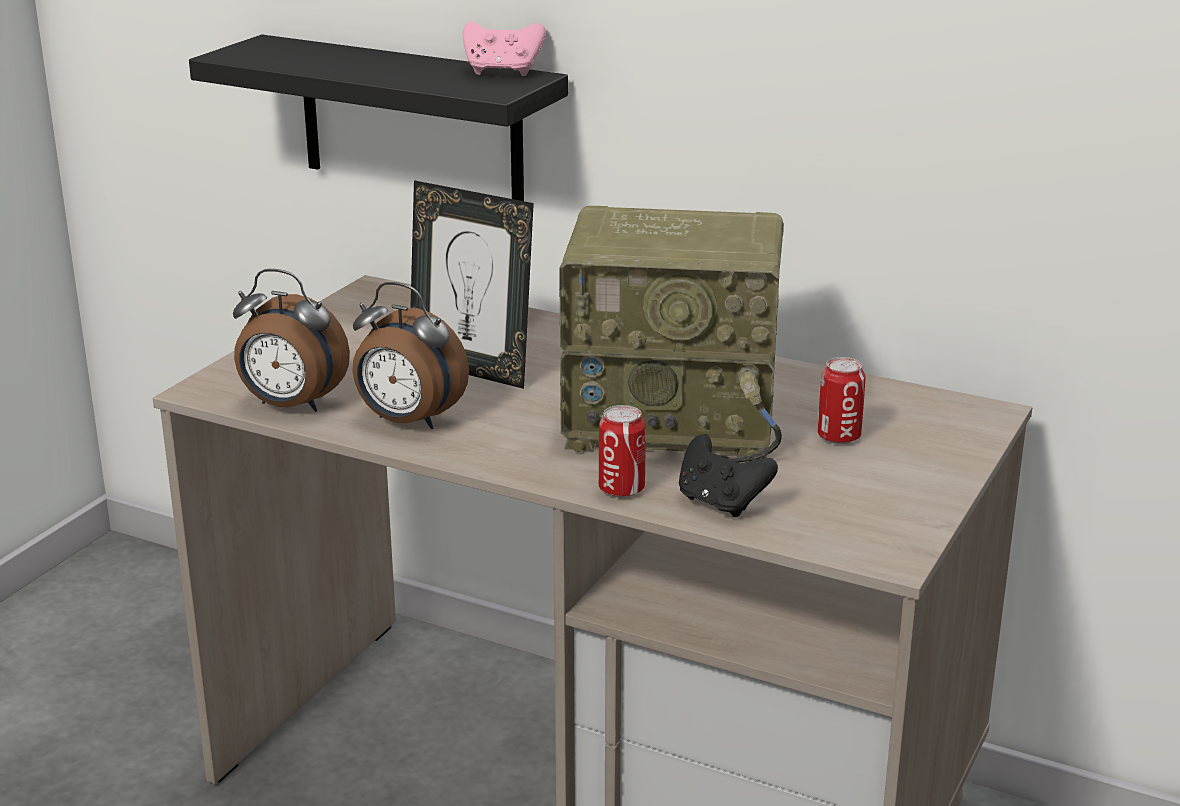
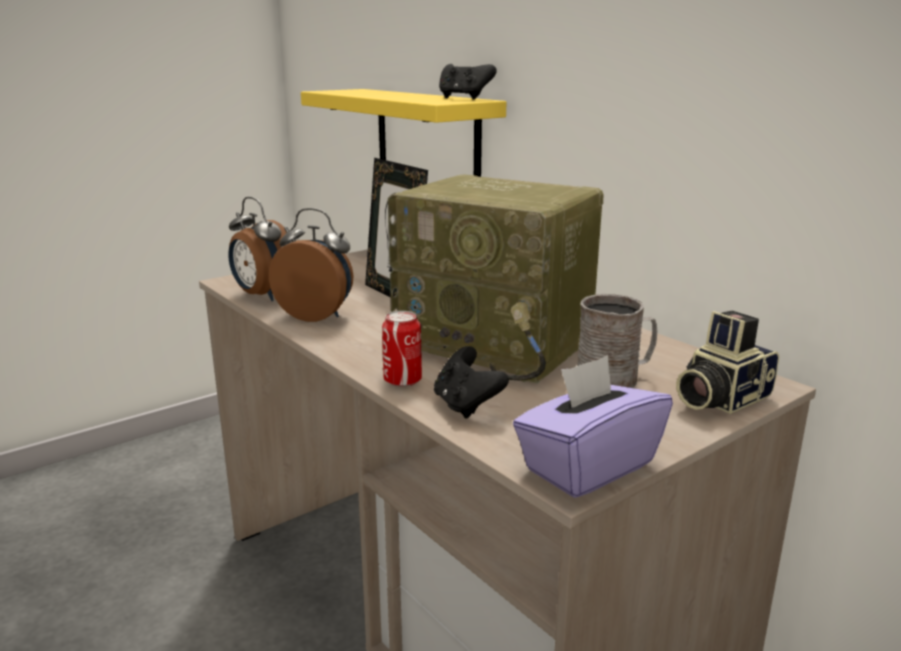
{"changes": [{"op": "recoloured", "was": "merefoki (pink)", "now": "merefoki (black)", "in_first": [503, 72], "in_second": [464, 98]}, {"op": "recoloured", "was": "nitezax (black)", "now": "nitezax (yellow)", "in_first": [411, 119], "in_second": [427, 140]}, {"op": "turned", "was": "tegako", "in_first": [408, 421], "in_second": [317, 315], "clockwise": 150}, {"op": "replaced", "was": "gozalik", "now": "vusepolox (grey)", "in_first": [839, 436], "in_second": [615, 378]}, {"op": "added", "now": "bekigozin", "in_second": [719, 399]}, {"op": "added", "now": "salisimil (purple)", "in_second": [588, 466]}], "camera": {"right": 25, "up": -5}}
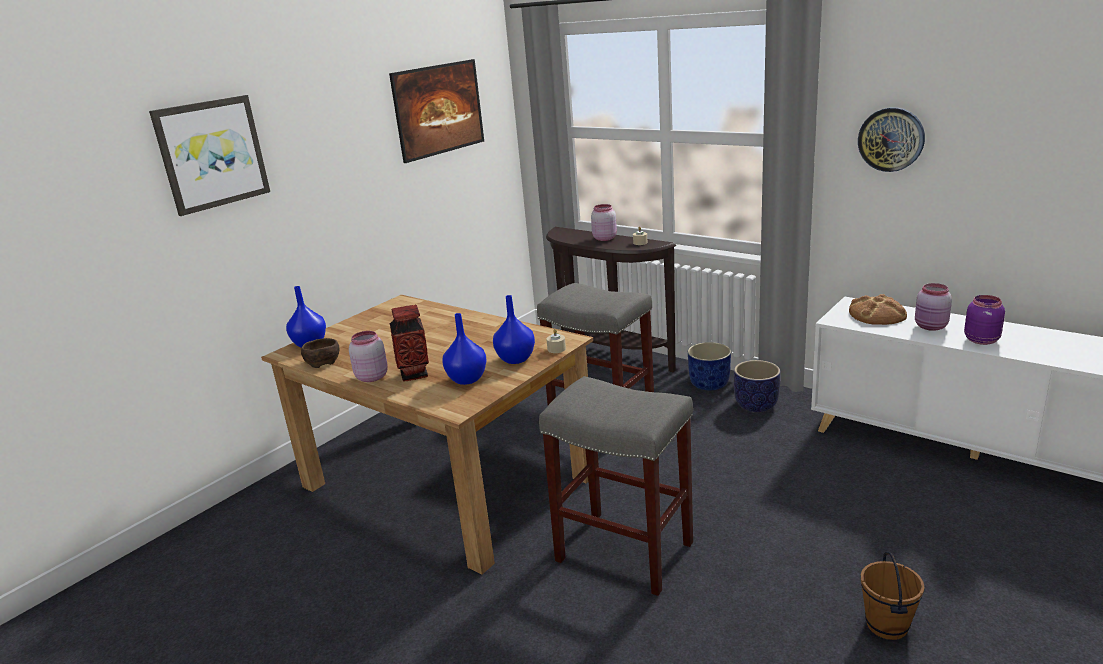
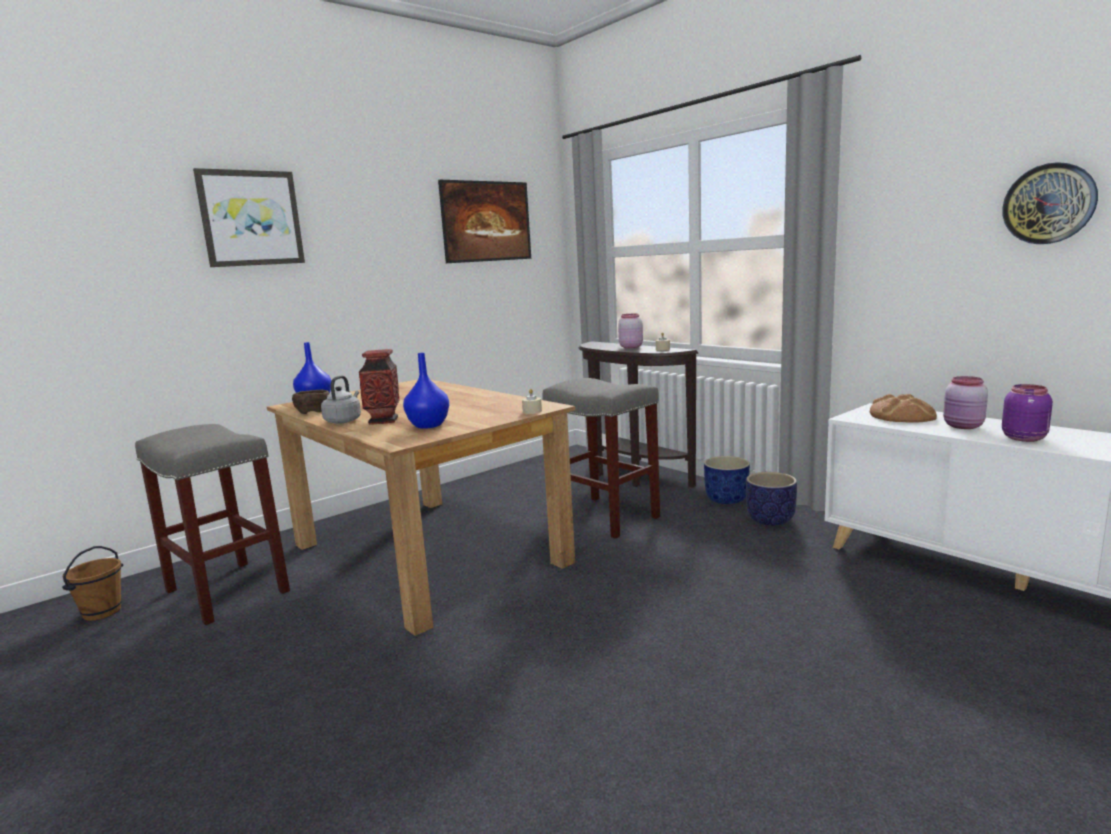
{"changes": [{"op": "moved", "was": "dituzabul", "in_first": [891, 139], "in_second": [1049, 204]}, {"op": "removed", "was": "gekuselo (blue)", "in_first": [516, 359]}, {"op": "replaced", "was": "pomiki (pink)", "now": "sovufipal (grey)", "in_first": [371, 377], "in_second": [344, 420]}, {"op": "moved", "was": "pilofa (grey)", "in_first": [622, 552], "in_second": [225, 591]}, {"op": "moved", "was": "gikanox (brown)", "in_first": [887, 625], "in_second": [103, 612]}], "camera": {"right": 10, "up": -10}}
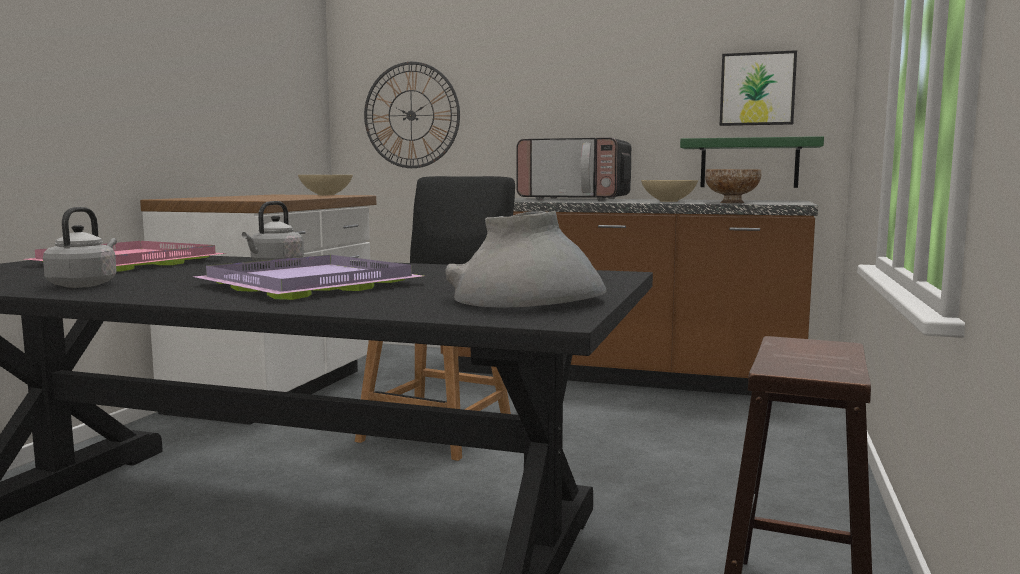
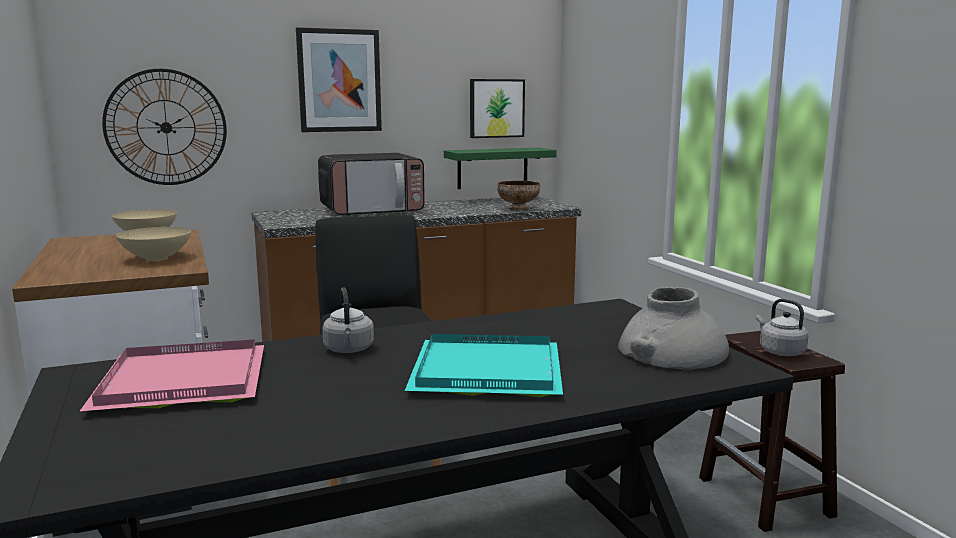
{"changes": [{"op": "moved", "was": "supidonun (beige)", "in_first": [668, 201], "in_second": [156, 258]}, {"op": "moved", "was": "sovufipal (grey)", "in_first": [85, 285], "in_second": [779, 351]}, {"op": "recoloured", "was": "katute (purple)", "now": "katute (turquoise)", "in_first": [308, 285], "in_second": [490, 372]}, {"op": "added", "now": "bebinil", "in_second": [339, 80]}], "camera": {"right": -40, "up": 5}}
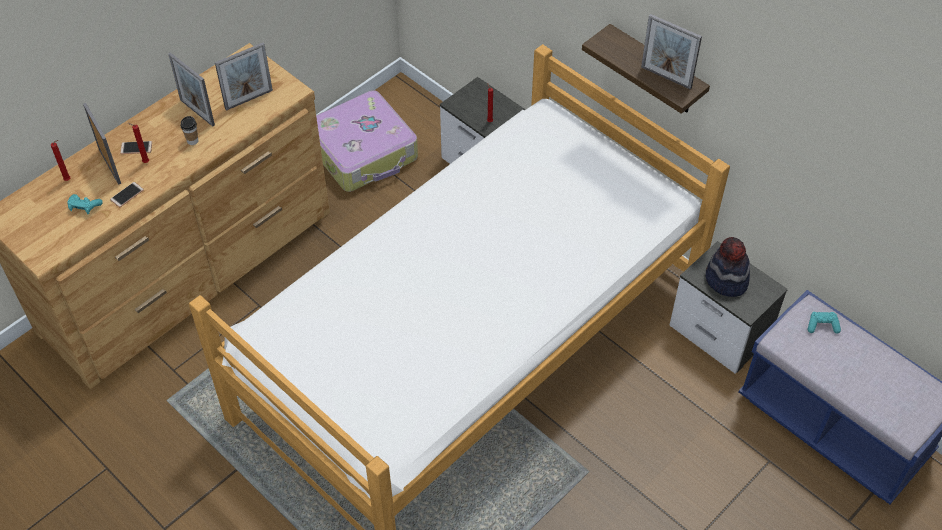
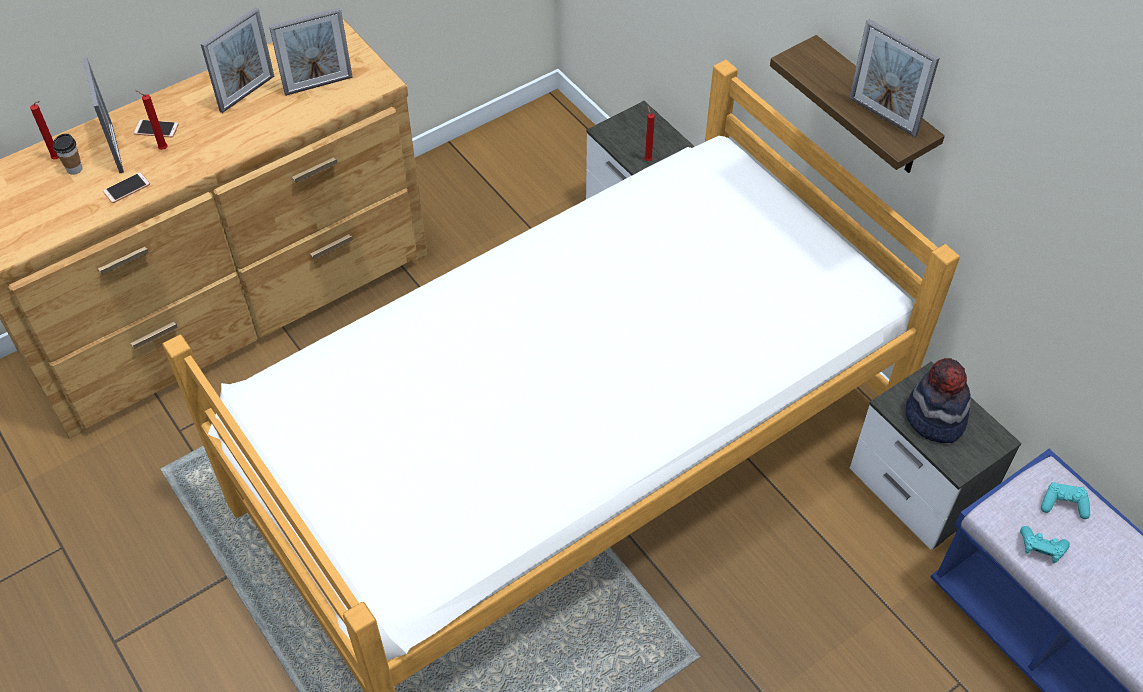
{"changes": [{"op": "turned", "was": "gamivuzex", "in_first": [197, 112], "in_second": [247, 93], "clockwise": -105}, {"op": "removed", "was": "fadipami", "in_first": [363, 152]}, {"op": "moved", "was": "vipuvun", "in_first": [192, 141], "in_second": [74, 169]}, {"op": "moved", "was": "merefoki (turquoise)", "in_first": [84, 207], "in_second": [1041, 548]}], "camera": {"right": 10, "up": 0}}
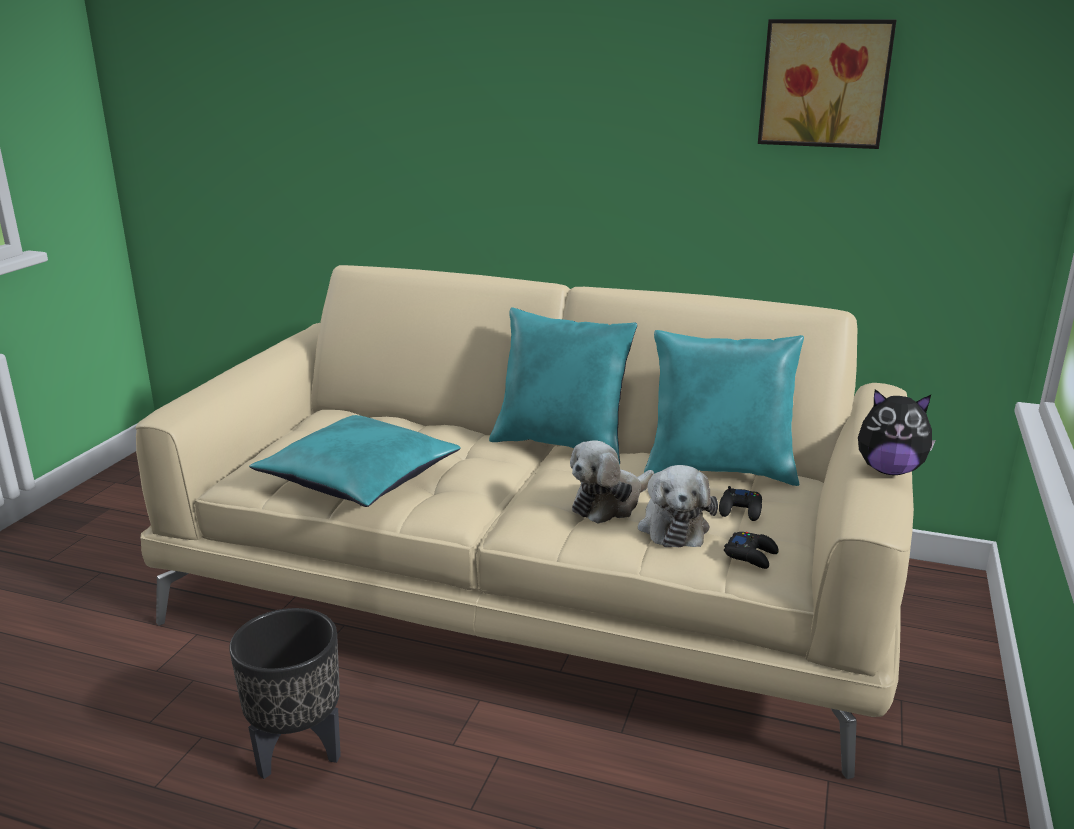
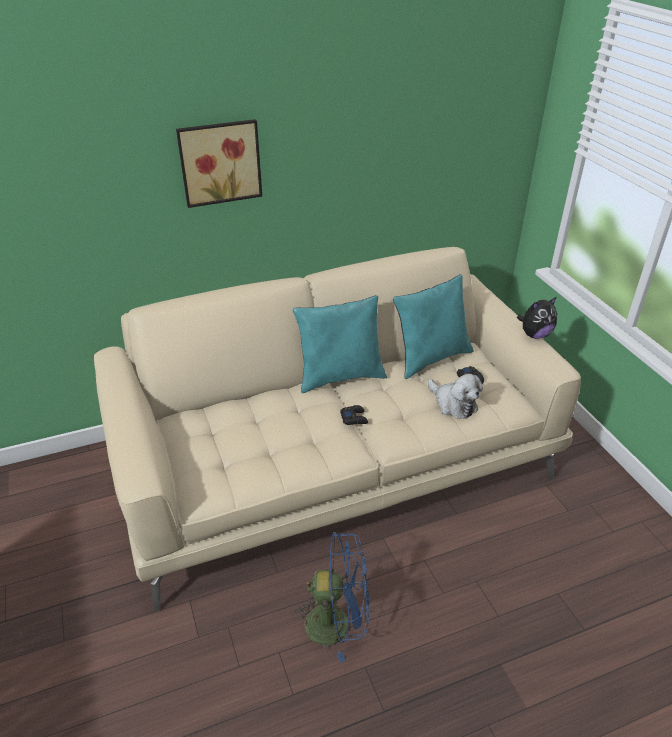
{"changes": [{"op": "moved", "was": "bebinil", "in_first": [824, 83], "in_second": [219, 162]}, {"op": "removed", "was": "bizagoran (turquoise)", "in_first": [361, 479]}, {"op": "removed", "was": "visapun", "in_first": [609, 503]}, {"op": "moved", "was": "merefoki (black)", "in_first": [751, 555], "in_second": [354, 418]}, {"op": "replaced", "was": "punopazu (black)", "now": "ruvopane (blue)", "in_first": [298, 752], "in_second": [337, 623]}], "camera": {"right": -40, "up": 15}}
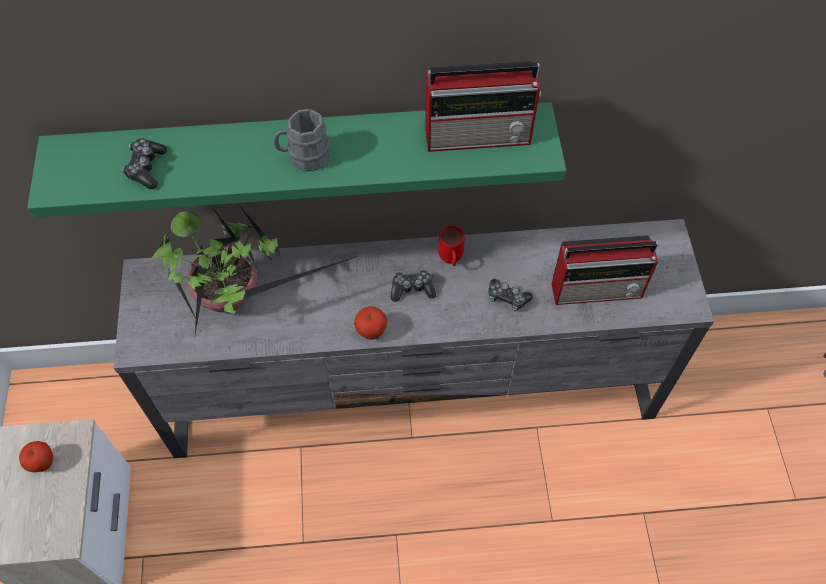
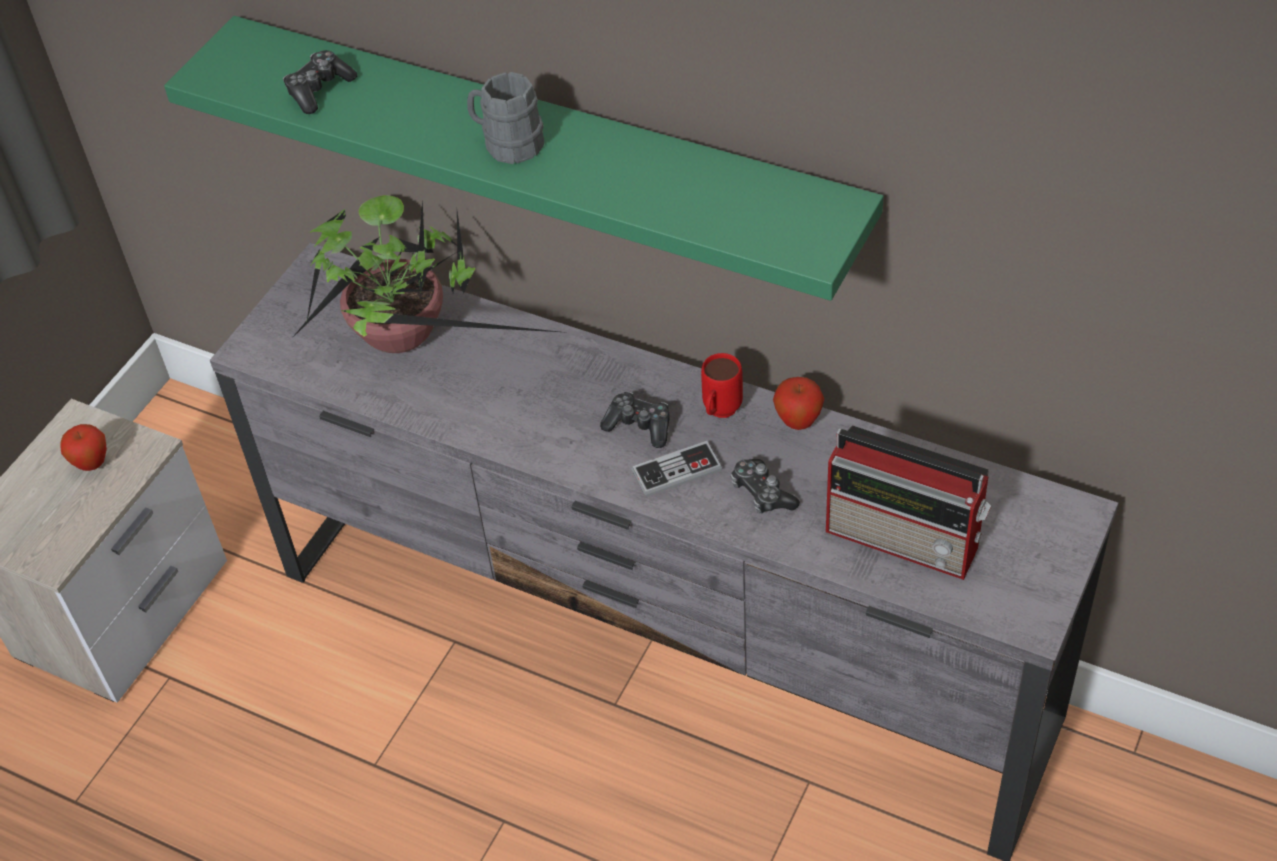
{"changes": [{"op": "removed", "was": "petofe", "in_first": [480, 135]}, {"op": "moved", "was": "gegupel", "in_first": [371, 332], "in_second": [798, 422]}, {"op": "added", "now": "merefoki", "in_second": [677, 471]}], "camera": {"right": 35, "up": -10}}
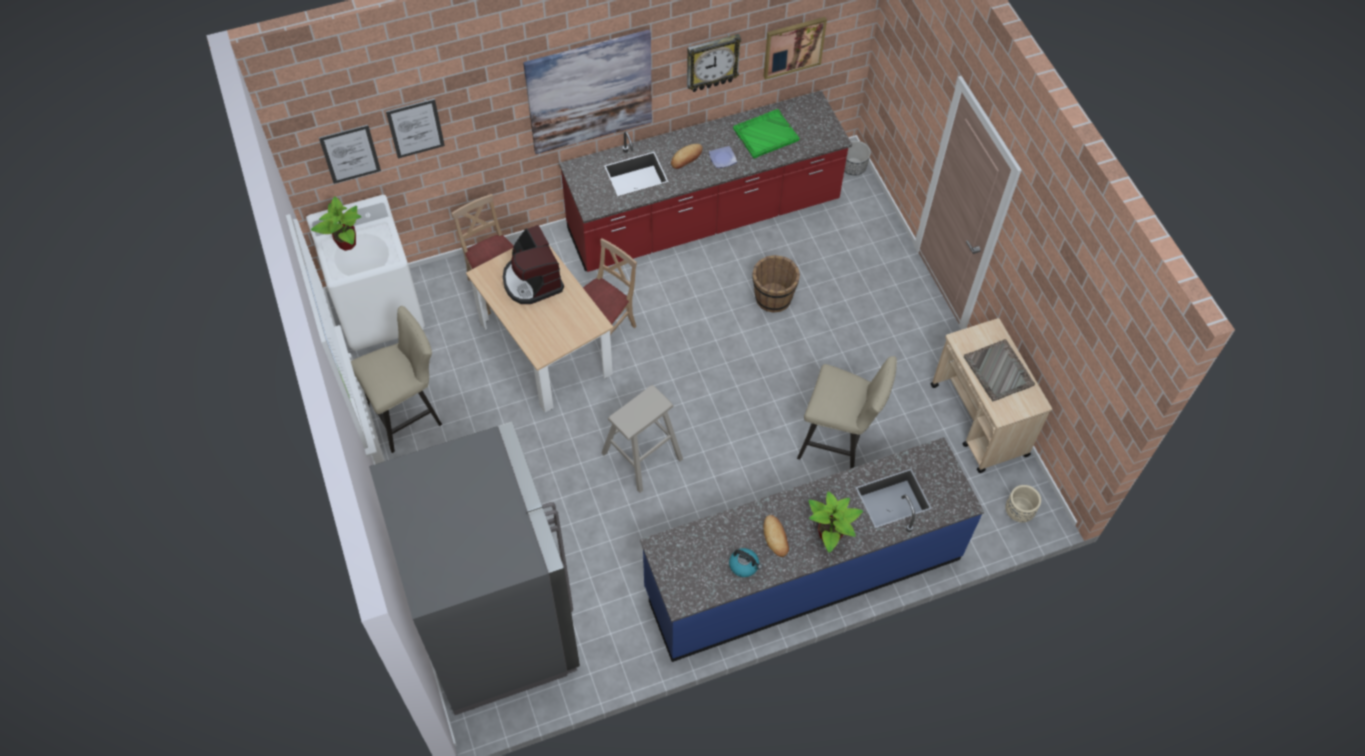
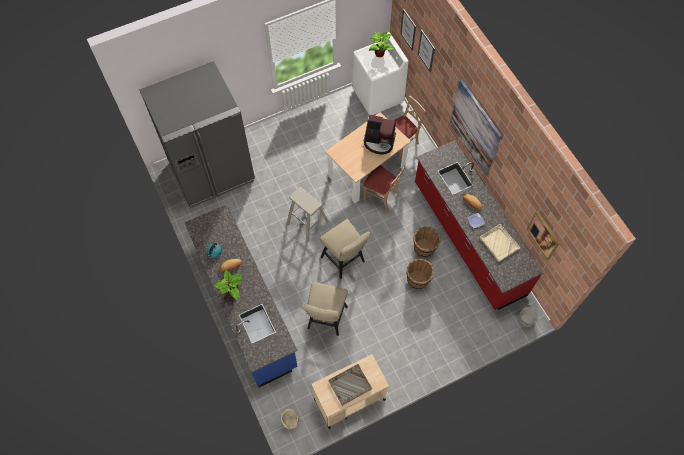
{"changes": [{"op": "removed", "was": "dituzabul", "in_first": [712, 62]}, {"op": "recoloured", "was": "katute (green)", "now": "katute (beige)", "in_first": [765, 135], "in_second": [499, 242]}, {"op": "turned", "was": "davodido", "in_first": [532, 281], "in_second": [379, 141], "clockwise": -135}, {"op": "moved", "was": "pilofa (beige)", "in_first": [409, 414], "in_second": [345, 261]}, {"op": "added", "now": "gikanox (brown)", "in_second": [424, 248]}], "camera": {"right": 85, "up": 5}}
